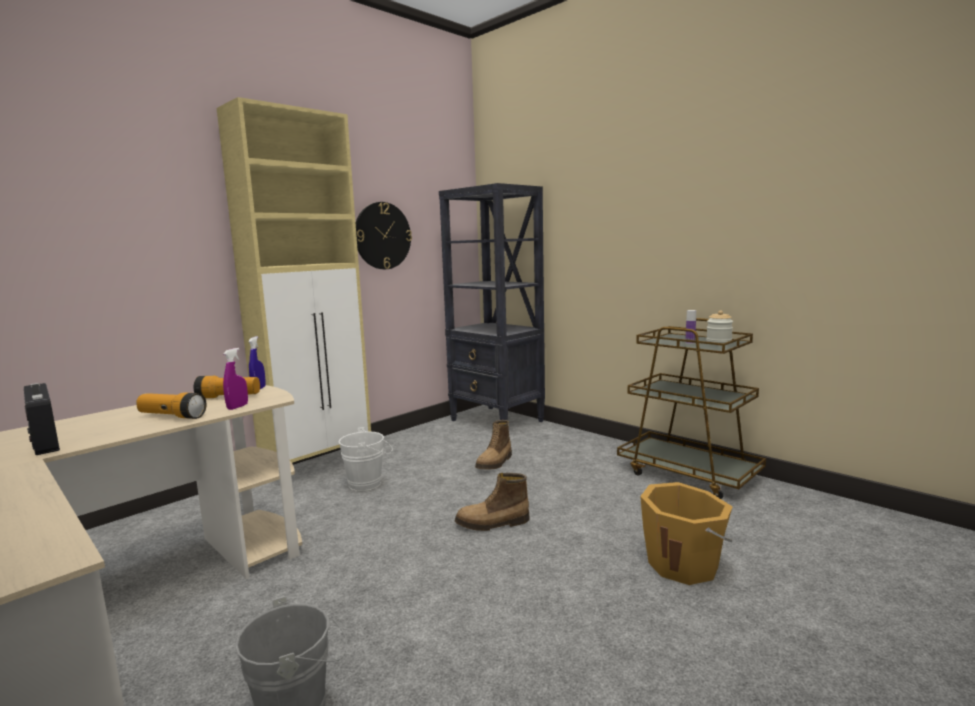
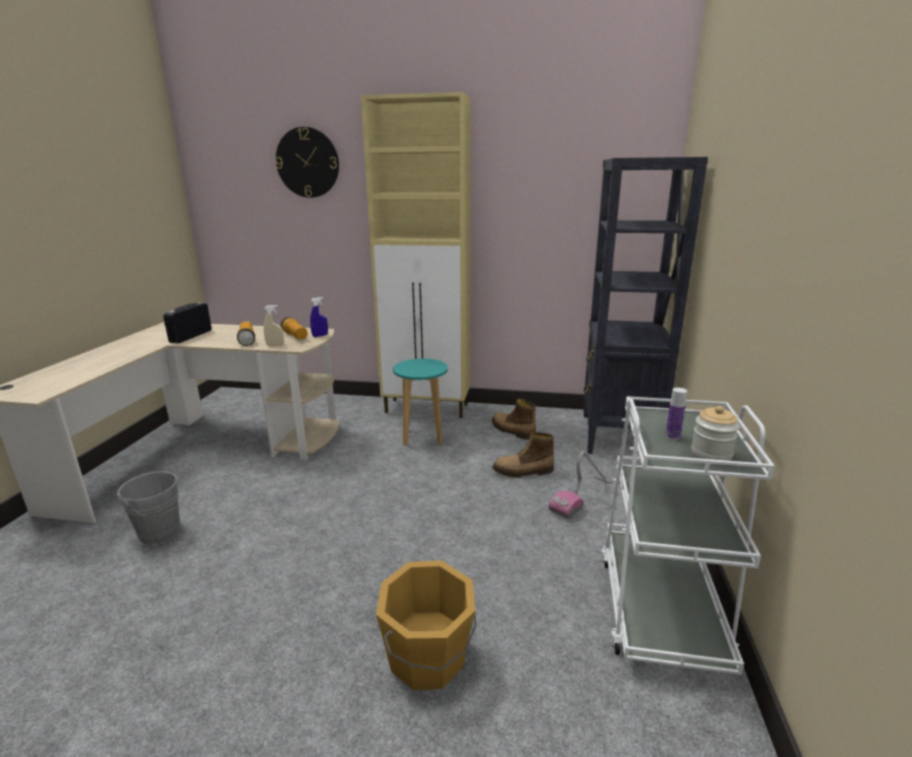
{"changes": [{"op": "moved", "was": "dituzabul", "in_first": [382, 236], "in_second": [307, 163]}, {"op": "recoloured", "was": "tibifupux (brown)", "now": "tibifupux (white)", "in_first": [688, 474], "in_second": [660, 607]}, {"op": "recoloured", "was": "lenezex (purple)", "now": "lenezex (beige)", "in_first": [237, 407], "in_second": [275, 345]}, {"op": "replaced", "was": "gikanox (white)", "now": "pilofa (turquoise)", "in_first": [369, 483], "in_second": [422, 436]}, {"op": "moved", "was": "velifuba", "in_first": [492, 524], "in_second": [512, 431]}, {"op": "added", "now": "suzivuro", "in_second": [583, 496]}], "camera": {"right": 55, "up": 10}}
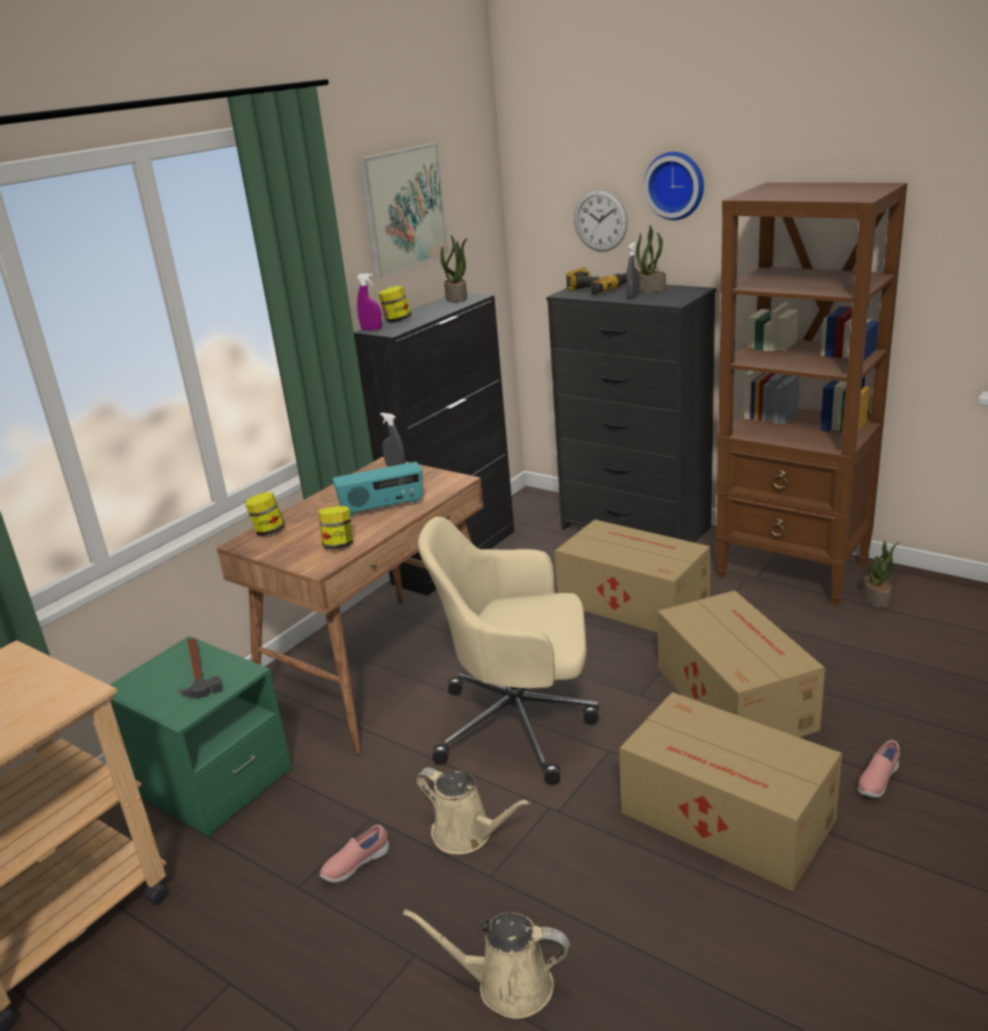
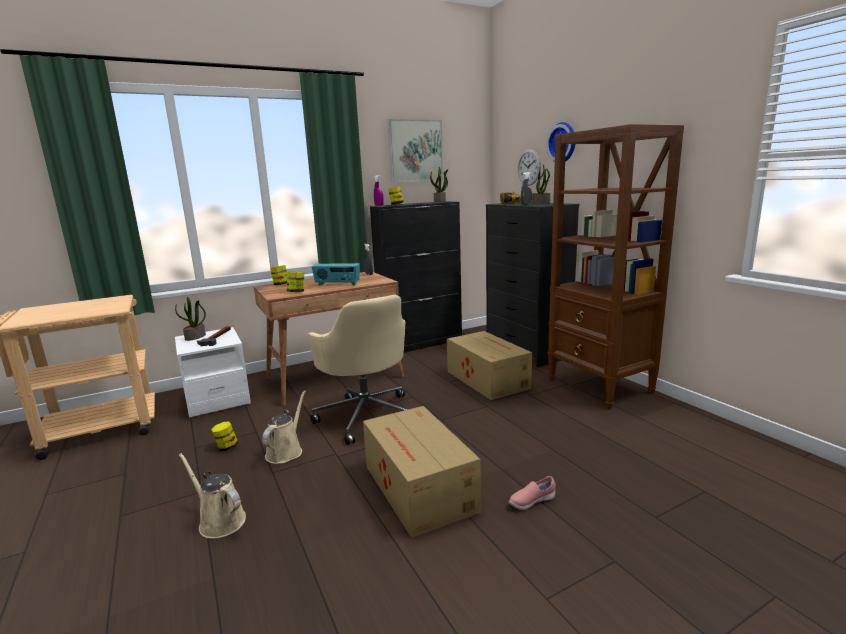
{"changes": [{"op": "turned", "was": "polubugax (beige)", "in_first": [520, 724], "in_second": [366, 415], "clockwise": -150}, {"op": "moved", "was": "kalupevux", "in_first": [877, 599], "in_second": [195, 337]}, {"op": "removed", "was": "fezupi", "in_first": [734, 696]}, {"op": "recoloured", "was": "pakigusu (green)", "now": "pakigusu (white)", "in_first": [211, 781], "in_second": [217, 399]}, {"op": "turned", "was": "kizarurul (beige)", "in_first": [467, 834], "in_second": [286, 451], "clockwise": -135}, {"op": "replaced", "was": "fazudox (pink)", "now": "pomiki", "in_first": [355, 865], "in_second": [226, 447]}], "camera": {"right": 25, "up": -10}}
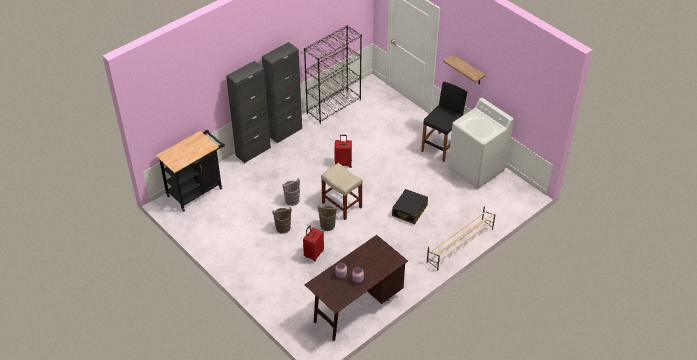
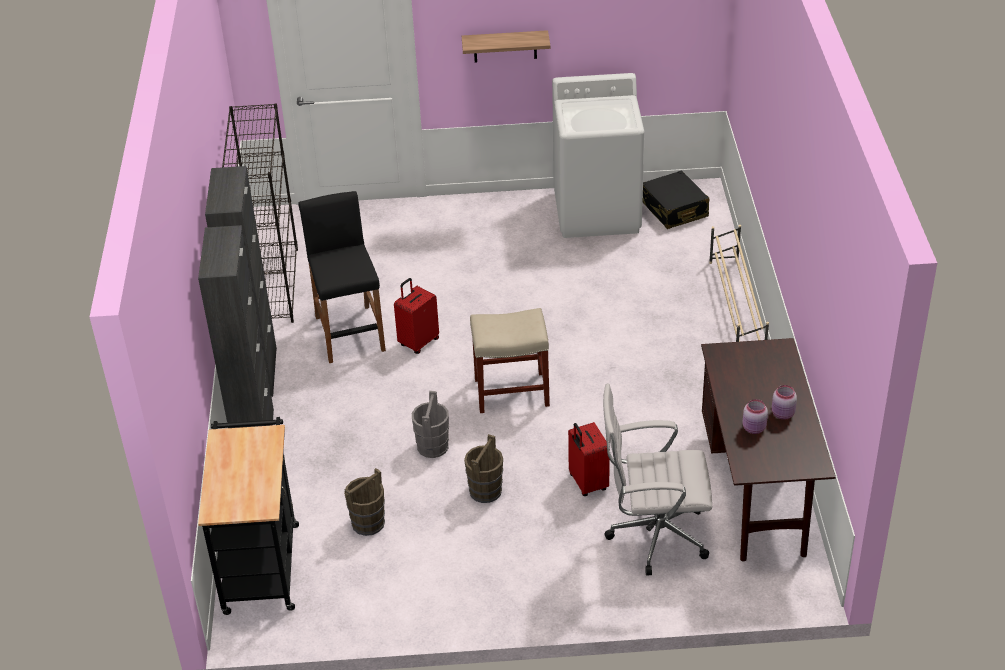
{"changes": [{"op": "moved", "was": "pilofa (black)", "in_first": [441, 146], "in_second": [349, 333]}, {"op": "moved", "was": "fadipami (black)", "in_first": [409, 211], "in_second": [674, 209]}, {"op": "moved", "was": "gikanox (brown)", "in_first": [327, 225], "in_second": [367, 523]}, {"op": "added", "now": "polubugax (white)", "in_second": [653, 536]}], "camera": {"right": -50, "up": -5}}
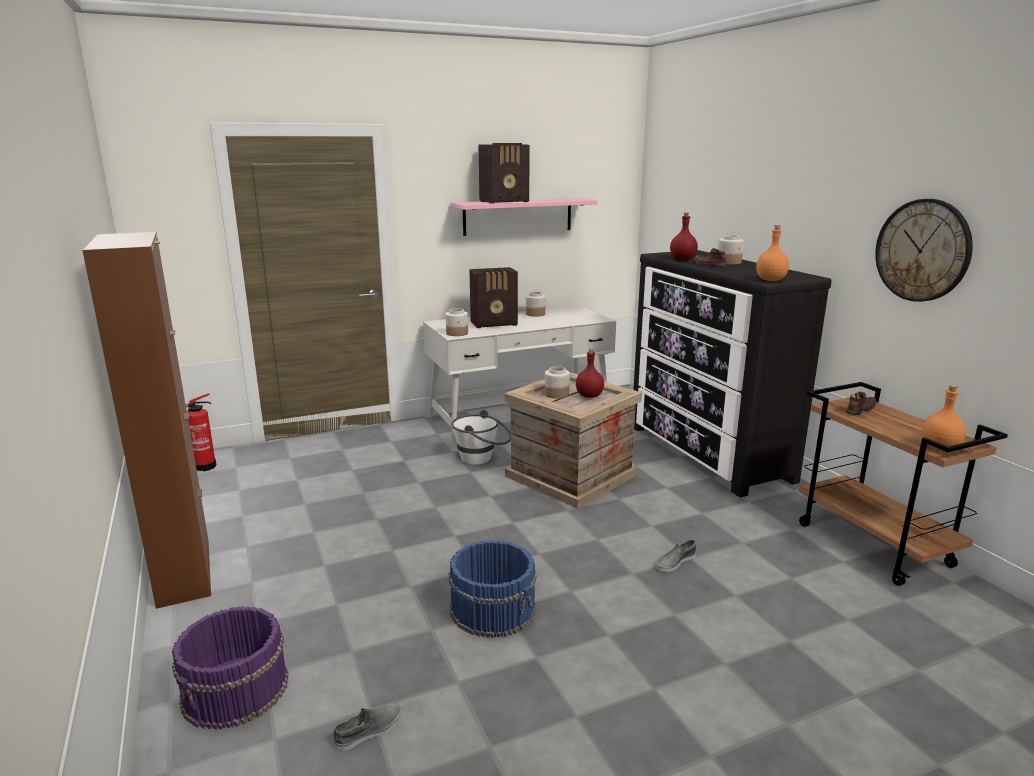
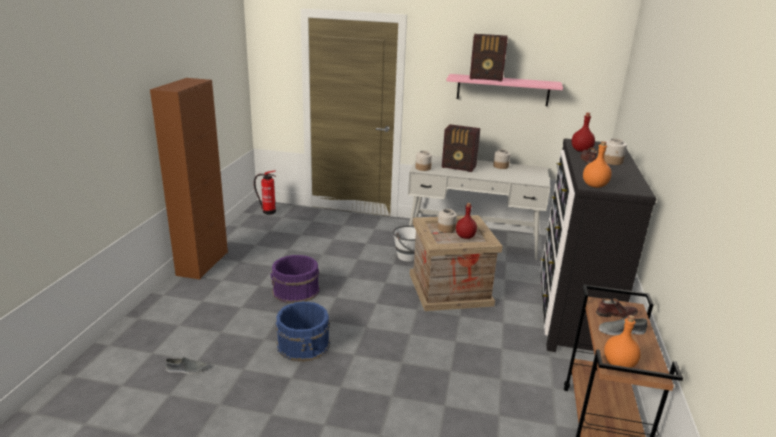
{"changes": [{"op": "removed", "was": "dituzabul", "in_first": [922, 250]}, {"op": "moved", "was": "fazudox (grey)", "in_first": [675, 562], "in_second": [621, 331]}, {"op": "moved", "was": "gikanox (purple)", "in_first": [236, 690], "in_second": [296, 291]}], "camera": {"right": 35, "up": 5}}
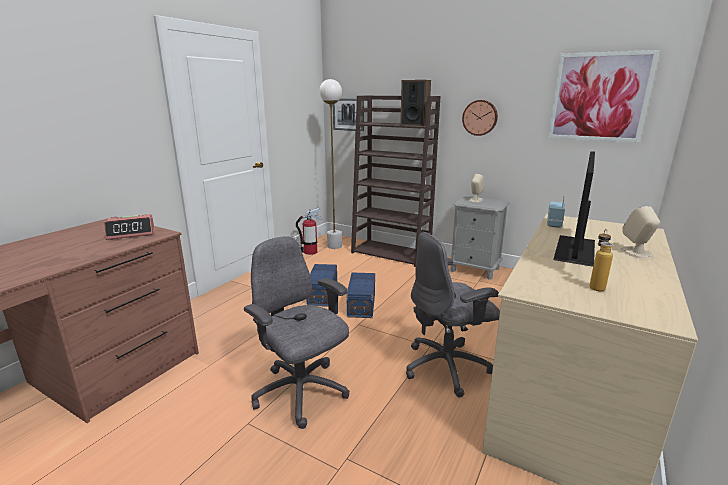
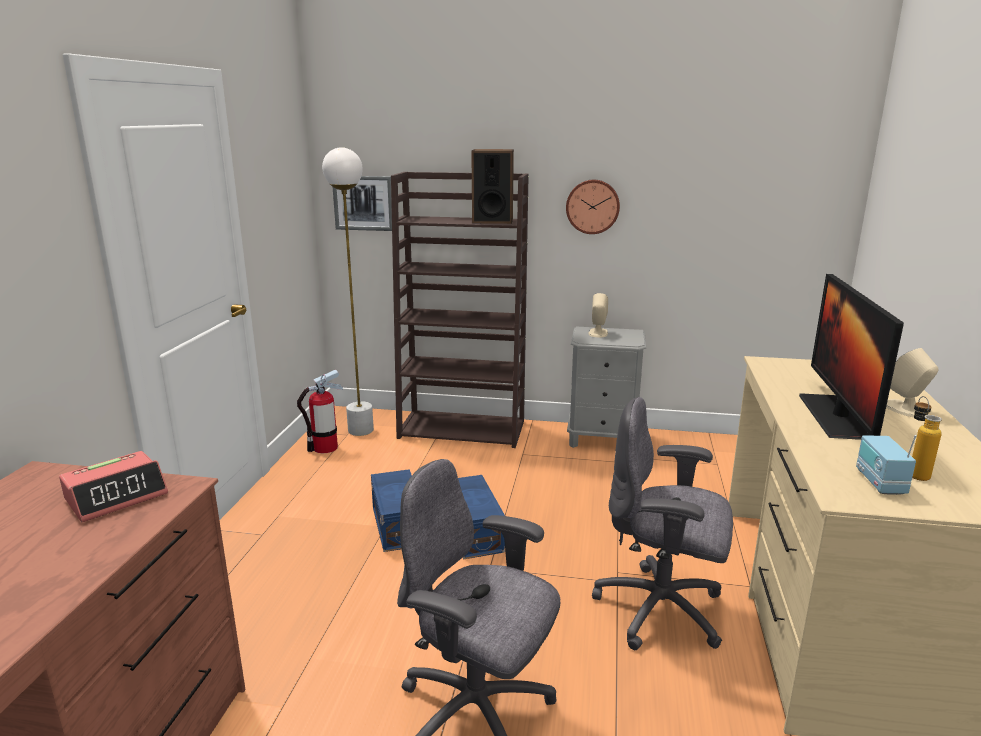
{"changes": [{"op": "removed", "was": "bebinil", "in_first": [599, 97]}, {"op": "moved", "was": "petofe", "in_first": [553, 223], "in_second": [879, 482]}, {"op": "turned", "was": "polubugax (grey)", "in_first": [447, 367], "in_second": [662, 611], "clockwise": 60}], "camera": {"right": -20, "up": 0}}
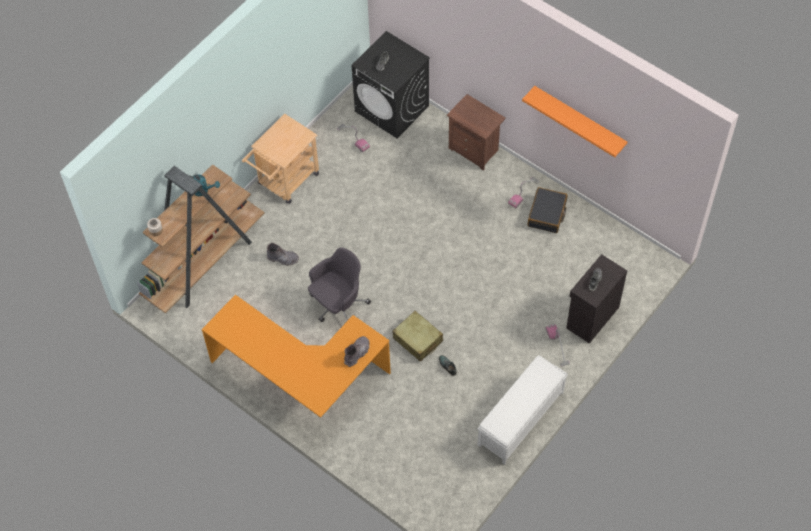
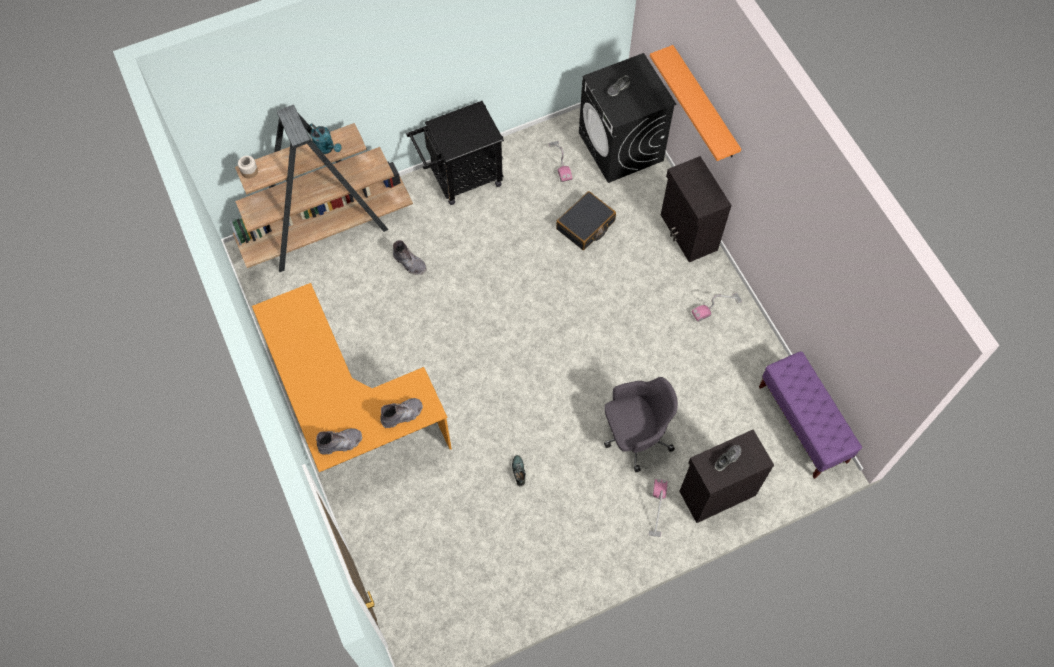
{"changes": [{"op": "moved", "was": "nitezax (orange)", "in_first": [579, 119], "in_second": [704, 103]}, {"op": "replaced", "was": "pakigusu (brown)", "now": "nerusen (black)", "in_first": [475, 150], "in_second": [688, 233]}, {"op": "recoloured", "was": "tibifupux (beige)", "now": "tibifupux (black)", "in_first": [285, 182], "in_second": [460, 179]}, {"op": "moved", "was": "fadipami (black)", "in_first": [547, 214], "in_second": [585, 225]}, {"op": "moved", "was": "polubugax (grey)", "in_first": [338, 305], "in_second": [634, 435]}, {"op": "removed", "was": "fadipami (beige)", "in_first": [418, 340]}, {"op": "removed", "was": "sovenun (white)", "in_first": [520, 419]}, {"op": "added", "now": "sovenun (purple)", "in_second": [802, 424]}, {"op": "added", "now": "velifuba (grey)", "in_second": [340, 443]}], "camera": {"right": 25, "up": 5}}
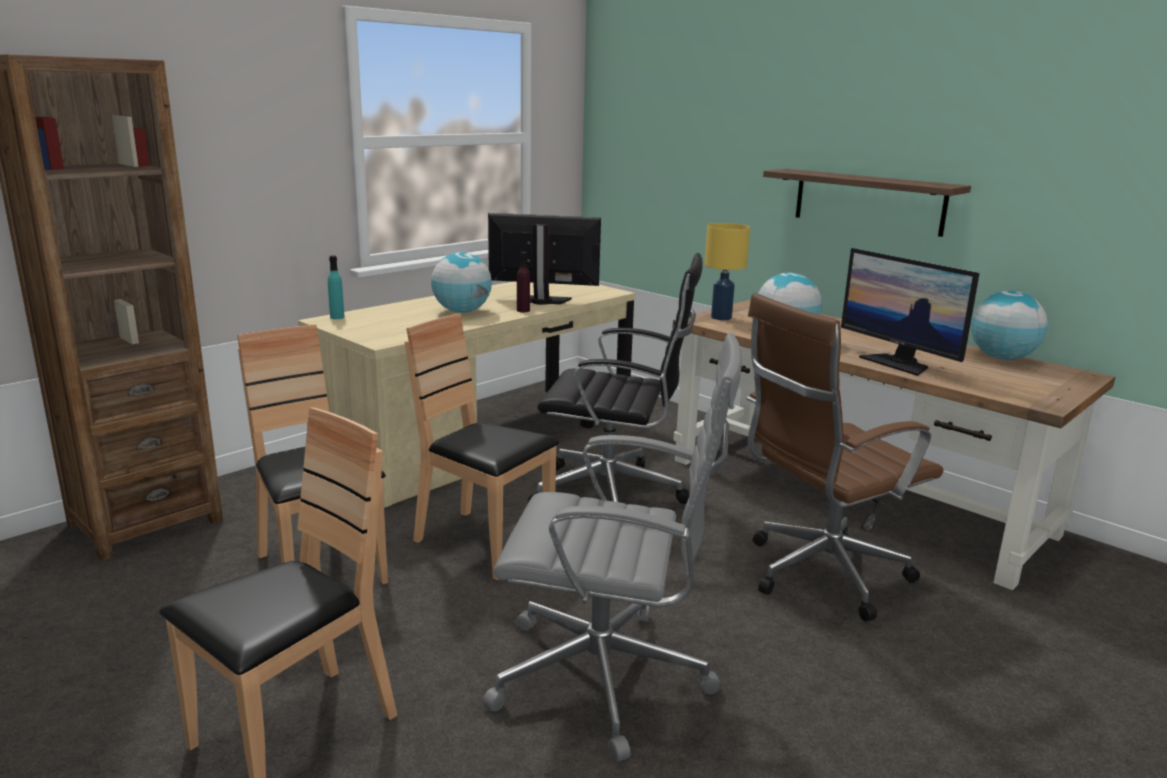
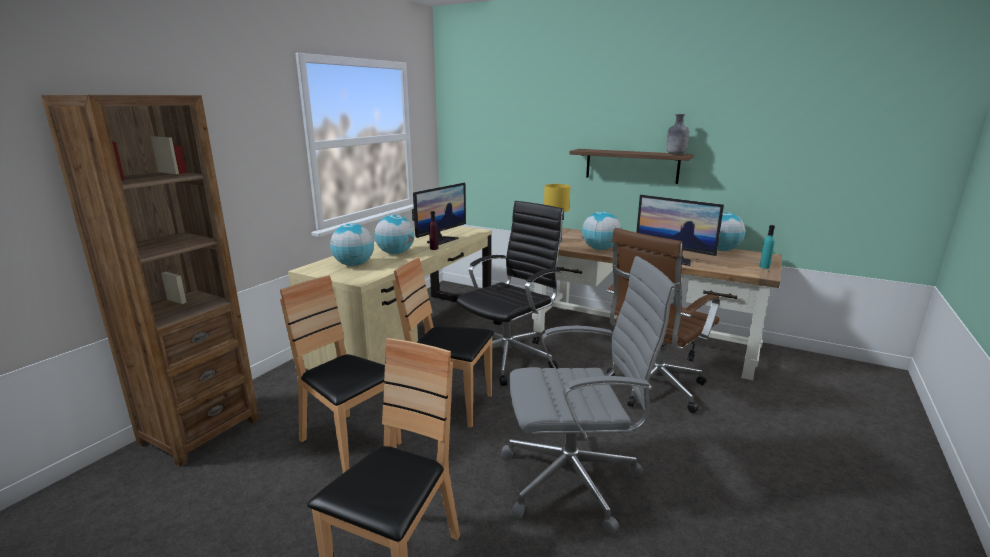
{"changes": [{"op": "turned", "was": "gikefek", "in_first": [542, 301], "in_second": [440, 240], "clockwise": 135}, {"op": "turned", "was": "polubugax (black)", "in_first": [613, 494], "in_second": [510, 358], "clockwise": -45}, {"op": "moved", "was": "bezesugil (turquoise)", "in_first": [337, 317], "in_second": [764, 267]}, {"op": "added", "now": "bezesugil (grey)", "in_second": [675, 154]}, {"op": "added", "now": "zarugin", "in_second": [354, 265]}], "camera": {"right": -15, "up": 0}}
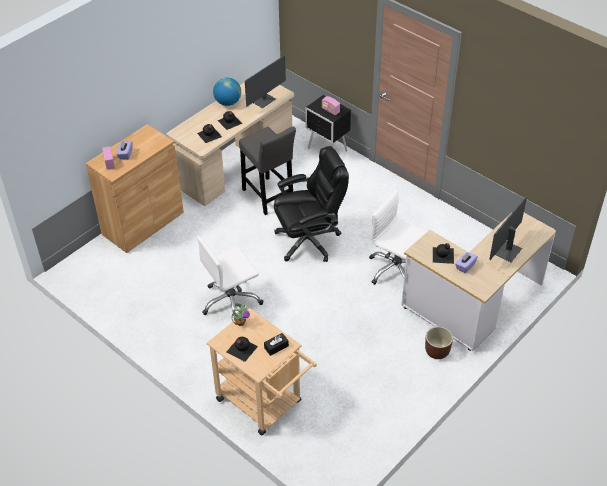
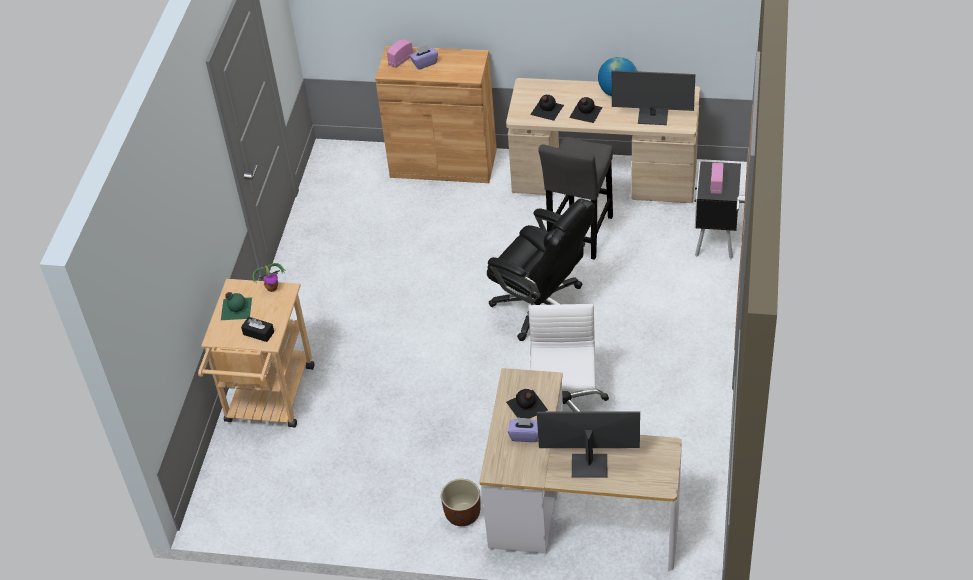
{"changes": [{"op": "removed", "was": "polubugax (white)", "in_first": [231, 302]}, {"op": "recoloured", "was": "bezesugil (black)", "now": "bezesugil (green)", "in_first": [241, 349], "in_second": [236, 308]}], "camera": {"right": 60, "up": 0}}
